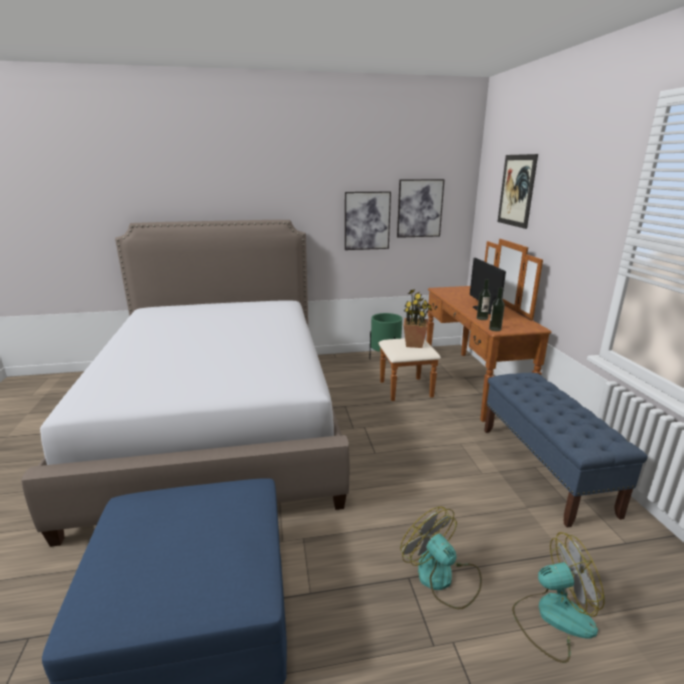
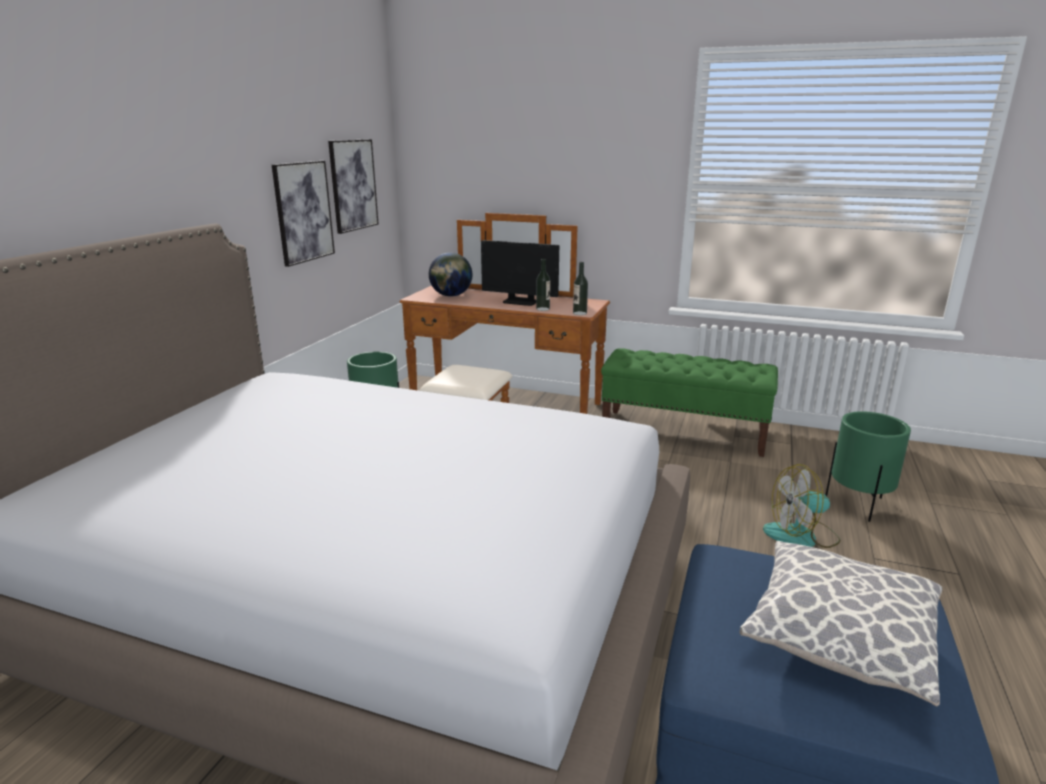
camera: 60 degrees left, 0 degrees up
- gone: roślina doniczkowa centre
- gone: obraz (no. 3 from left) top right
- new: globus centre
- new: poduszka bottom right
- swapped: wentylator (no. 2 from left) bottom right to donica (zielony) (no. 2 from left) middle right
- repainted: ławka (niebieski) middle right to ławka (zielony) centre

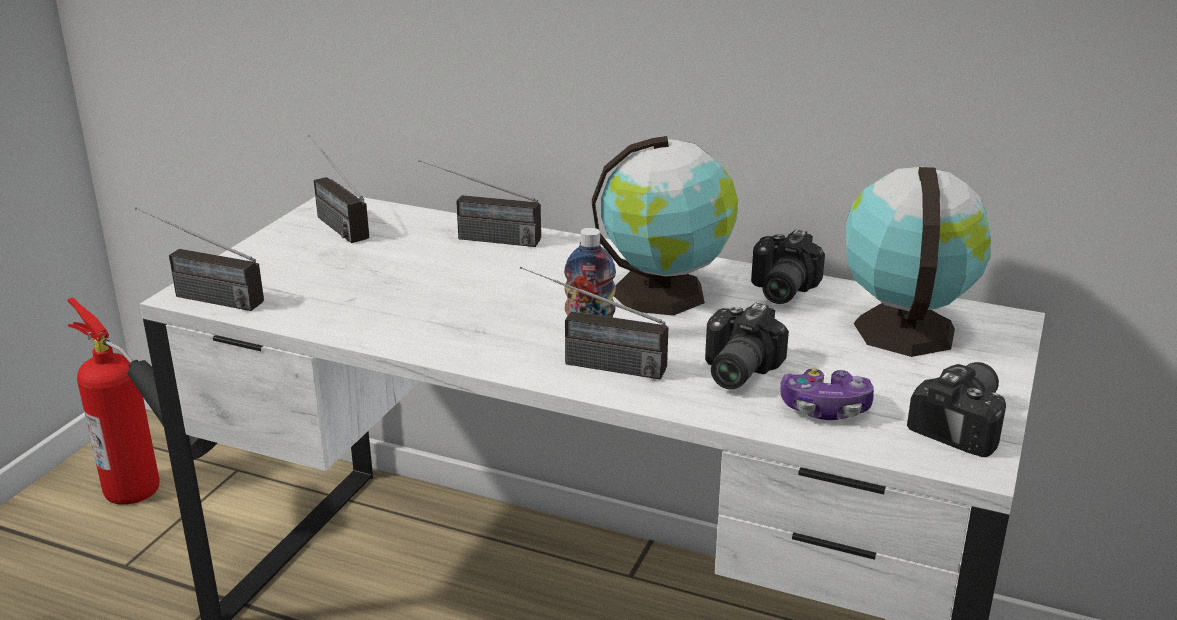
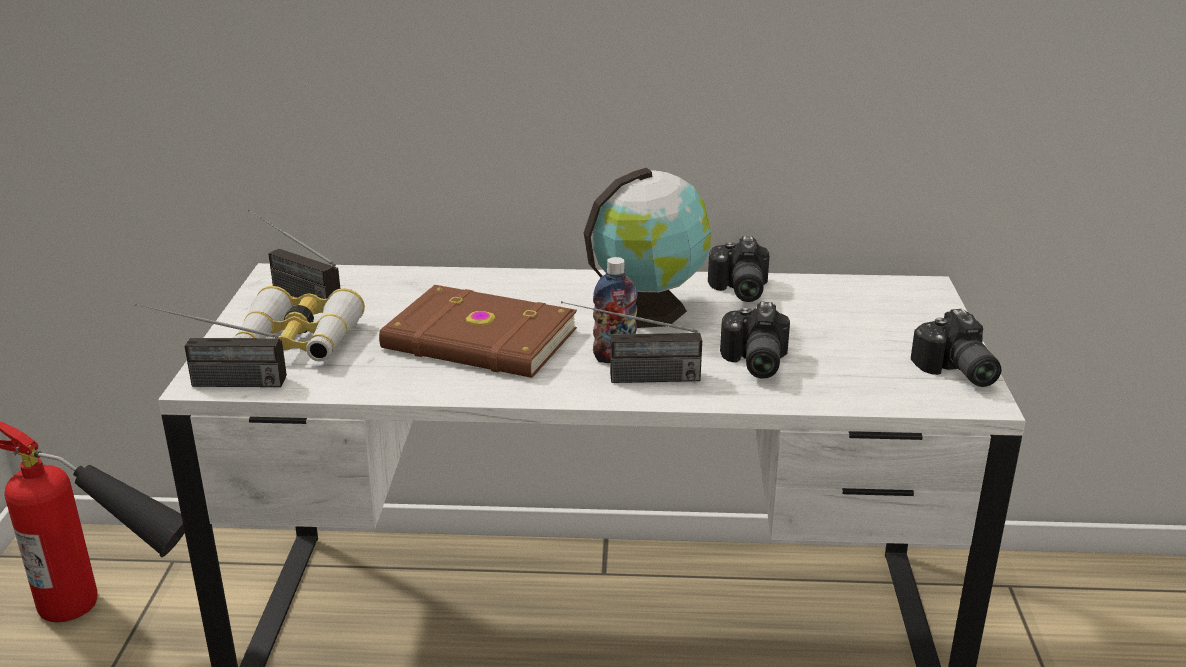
camera: 20 degrees left, 0 degrees up
- gone: radio (no. 3 from left) top centre
- gone: pad do gier middle right
- gone: globus (no. 2 from left) middle right
- new: lornetka middle left
- new: książka (brązowy) centre
- rotated: aparat fotograficzny (no. 3 from left) middle right = middle right 150 degrees clockwise

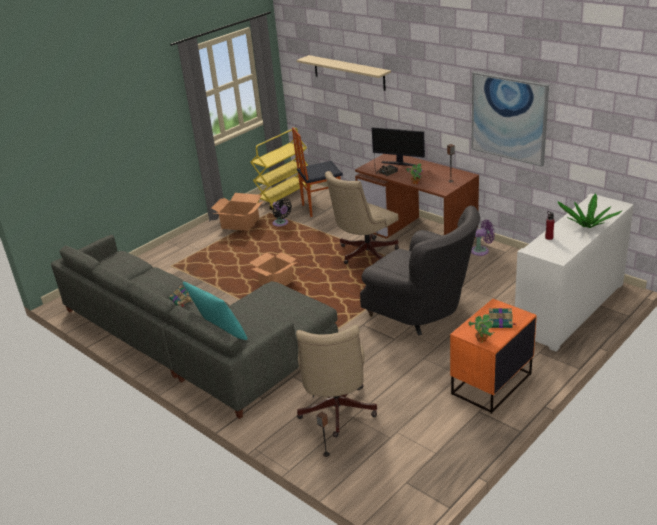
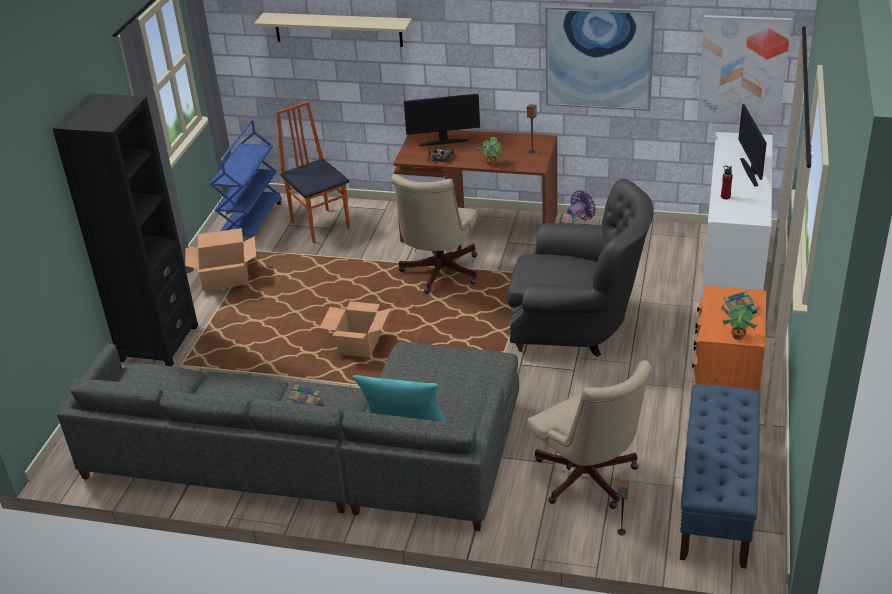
camera: 30 degrees left, 5 degrees up
- gone: wentylator (czarny) centre
- new: regał (czarny) middle left
- new: ławka (niebieski) bottom right
- new: obraz (no. 2 from left) top right
- swapped: roślina doniczkowa (no. 3 from left) middle right to monitor (no. 2 from left) top right
- repainted: wózek (żółty) top centre to wózek (niebieski) top left
- rotated: krzesło top centre = top centre 105 degrees clockwise

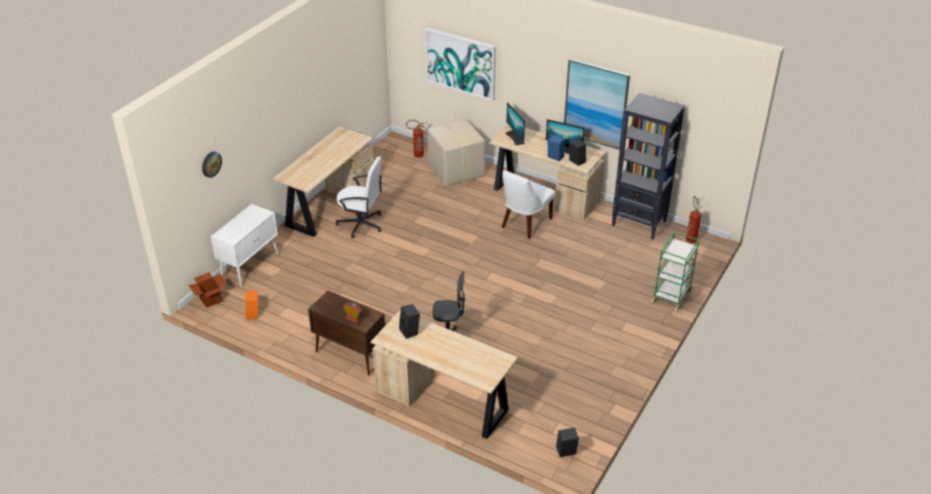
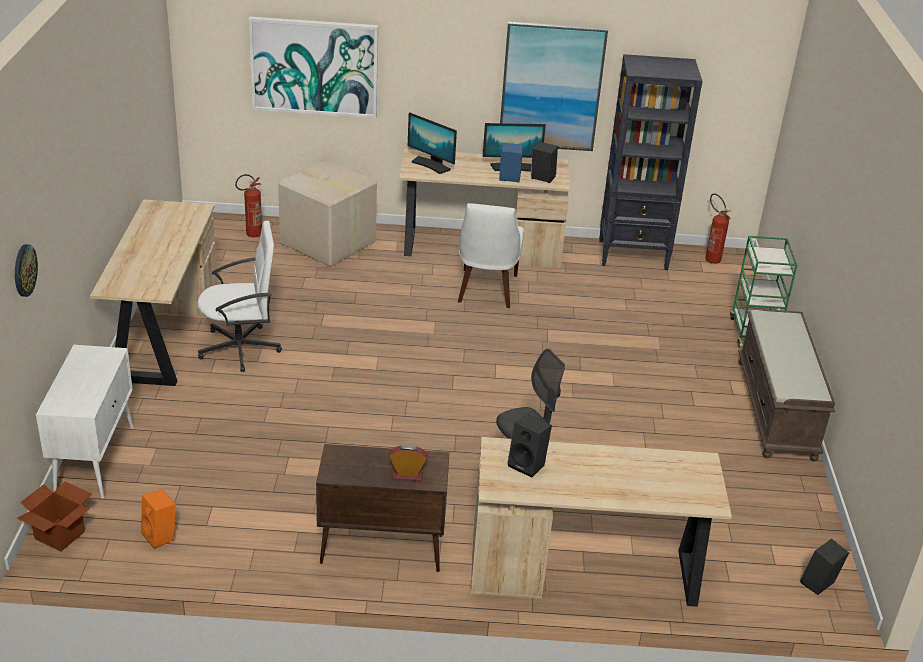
camera: 30 degrees left, 5 degrees down
- new: ławka (brązowy) middle right

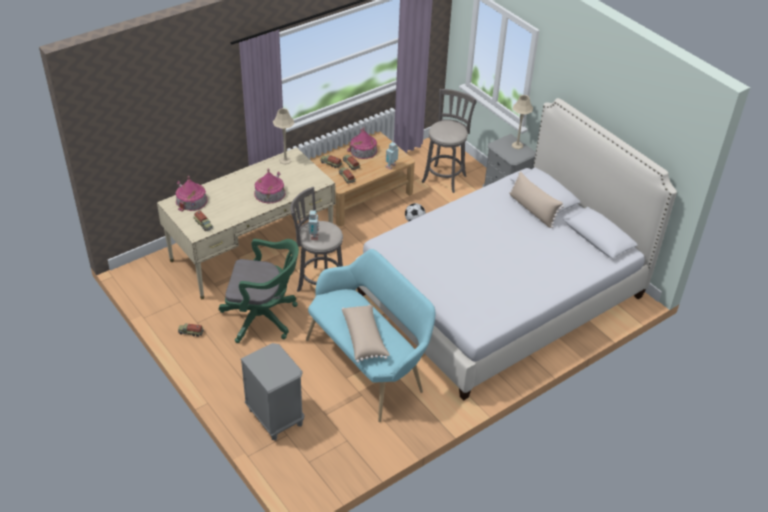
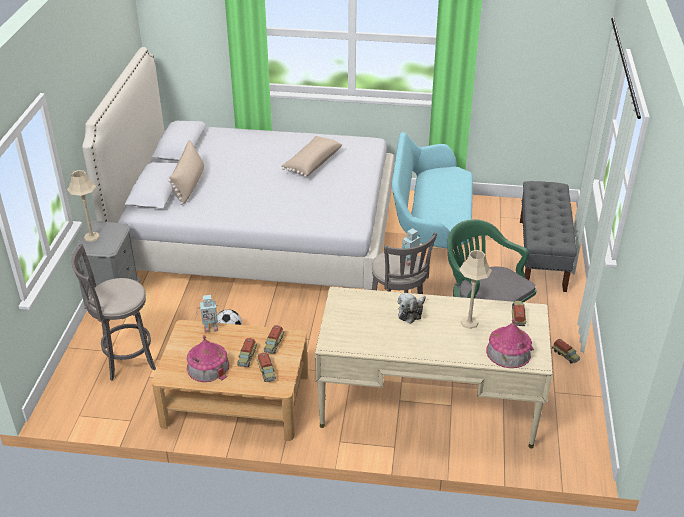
camera: 135 degrees left, 5 degrees down
- shifted: lampa stołowa (beżowy) (no. 1 from left in the first image) top centre to lampa stołowa (beżowy) (no. 2 from left) middle right
- shifted: poduszka (beżowy) (no. 1 from left in the first image) centre to poduszka (beżowy) (no. 2 from left) top centre
- swapped: szafka nocna (szary) (no. 1 from left) bottom centre to ławka (szary) middle right
- swapped: domek (no. 2 from left) centre to pluszak centre

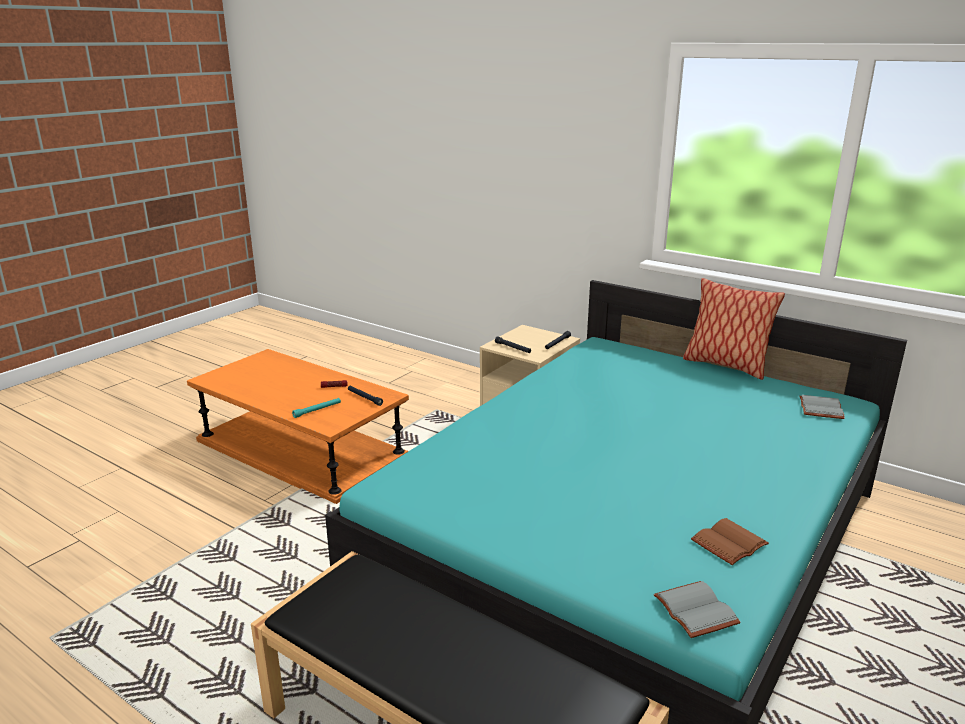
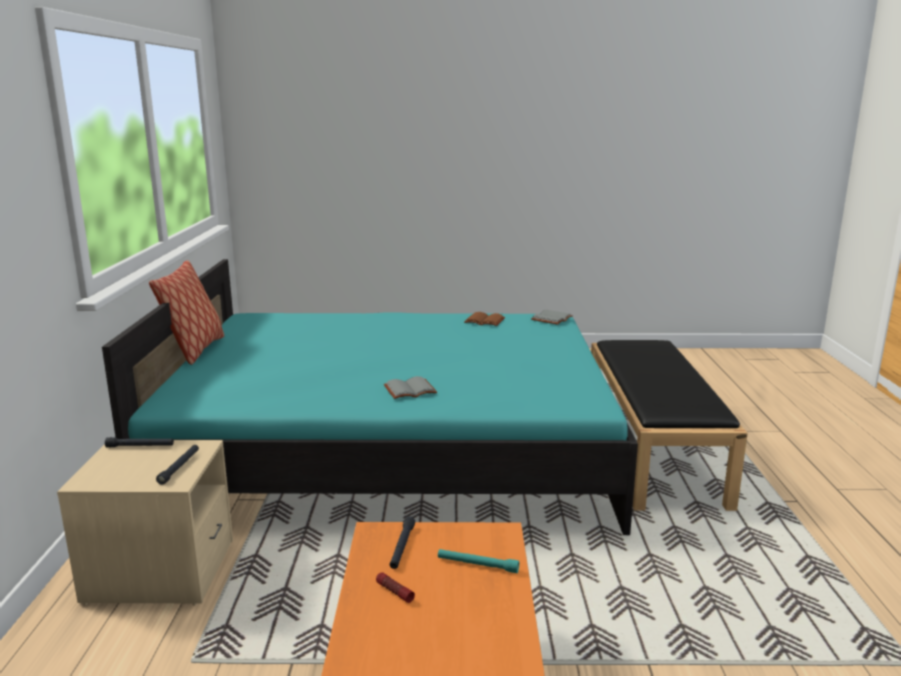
camera: 125 degrees left, 5 degrees down
- shifted: książka (szary) (no. 2 from left in the first image) middle right to książka (szary) (no. 1 from left) centre

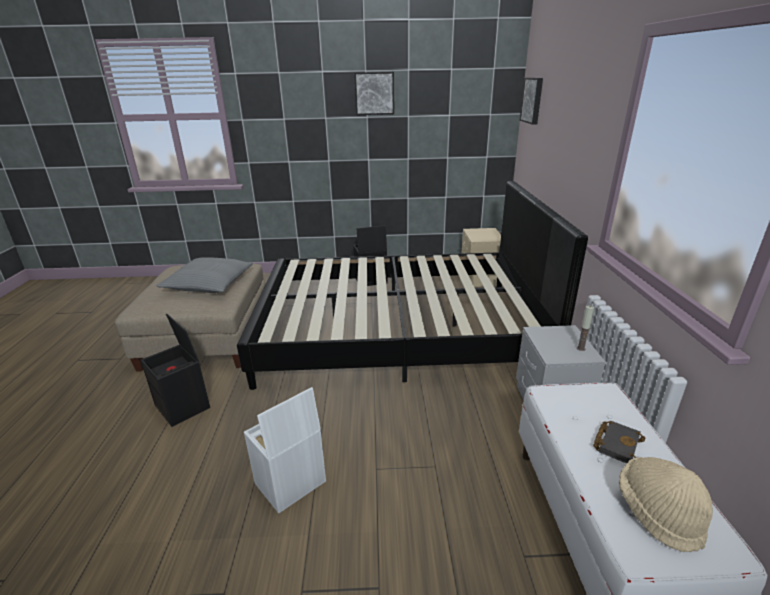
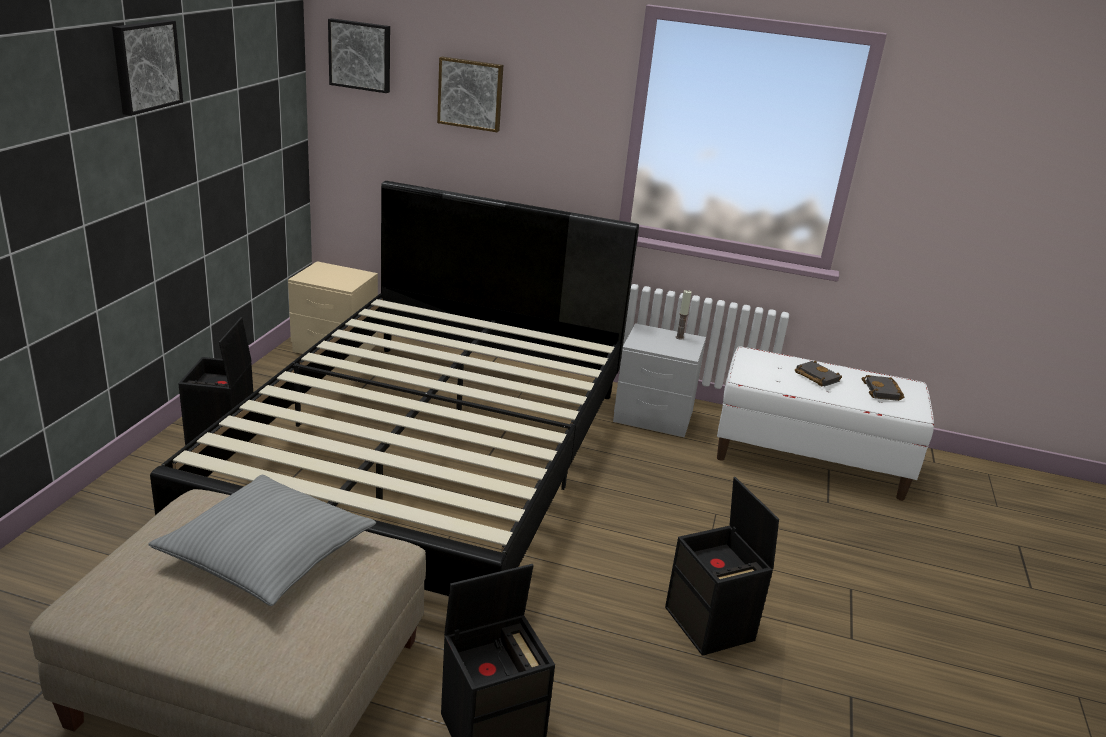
camera: 75 degrees left, 0 degrees up
- new: obraz (no. 3 from left) top centre
- swapped: kapelusz (beżowy) bottom right to książka (czarny) (no. 2 from left) middle right
- repainted: pojemnik do przechowywania (biały) bottom centre to pojemnik do przechowywania (czarny) (no. 3 from left) bottom centre

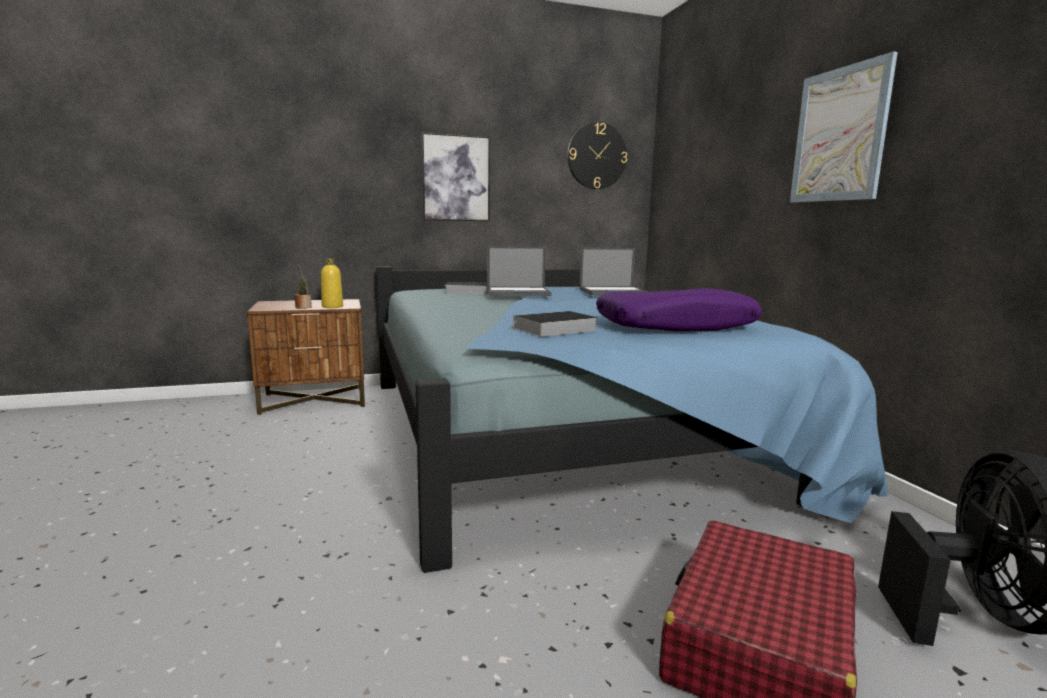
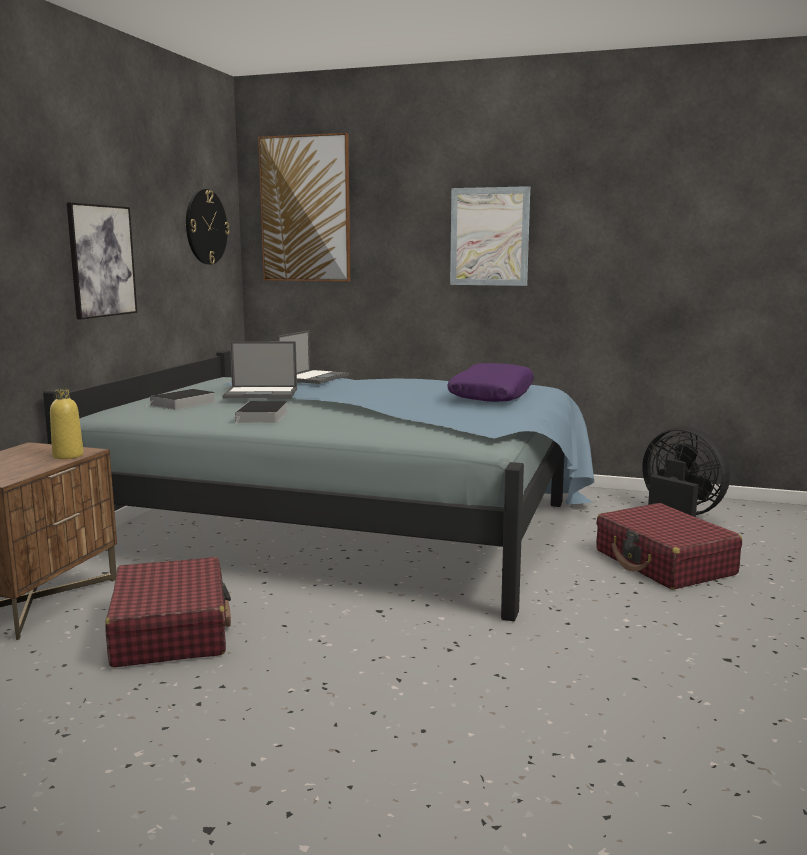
camera: 55 degrees left, 0 degrees up
- gone: roślina doniczkowa middle left
- new: walizka (czerwony) (no. 1 from left) bottom left
- new: obraz (no. 2 from left) top centre
- shifted: książka (no. 2 from left) centre to middle left
- rotated: laptop (no. 1 from left) centre = middle left 60 degrees clockwise

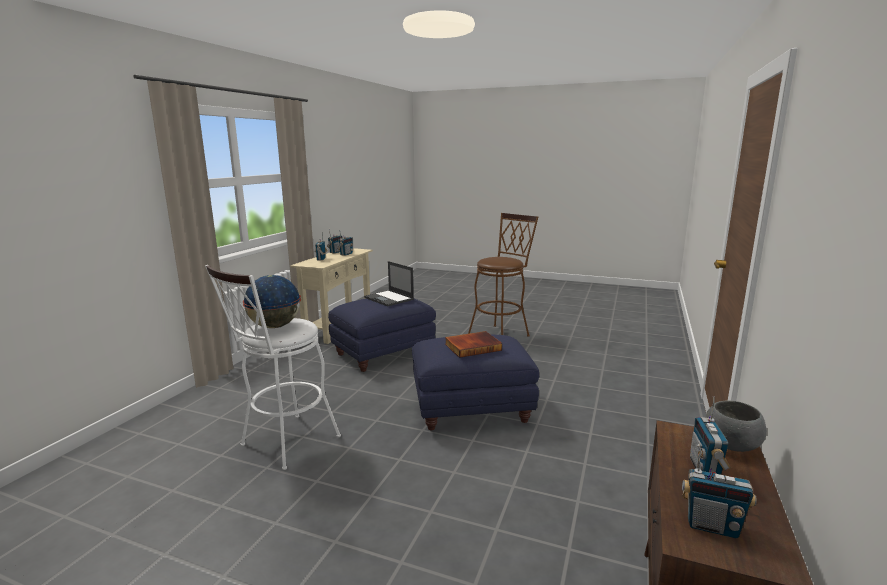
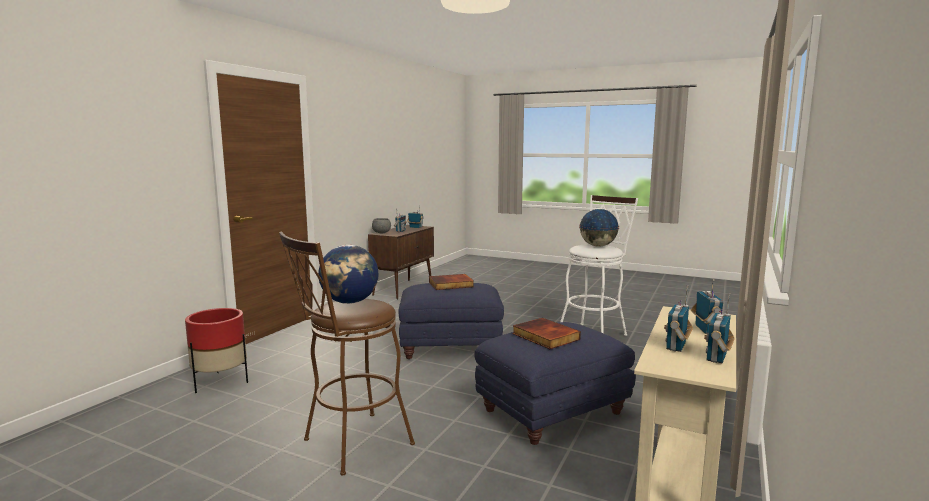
camera: 175 degrees left, 5 degrees down
- new: donica (czerwony) bottom left
- new: globus (no. 1 from left) centre
- swapped: laptop centre to książka (no. 2 from left) centre

